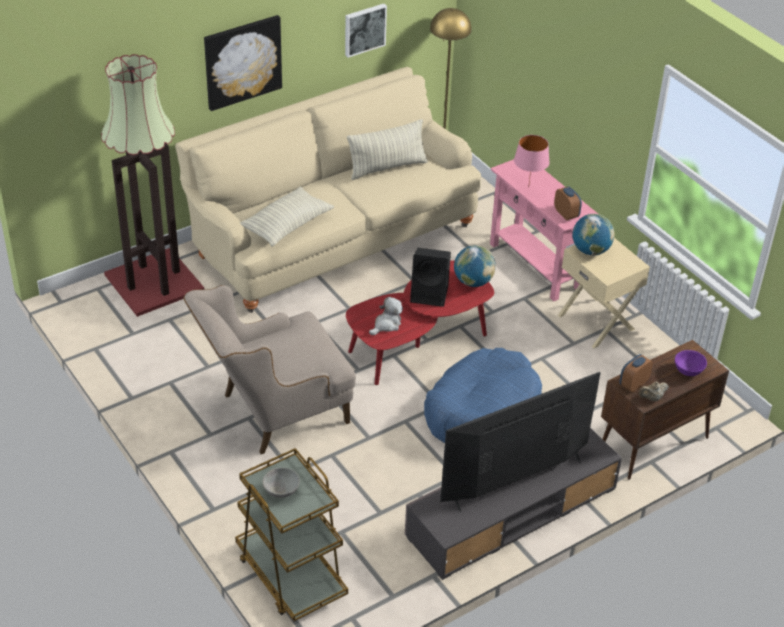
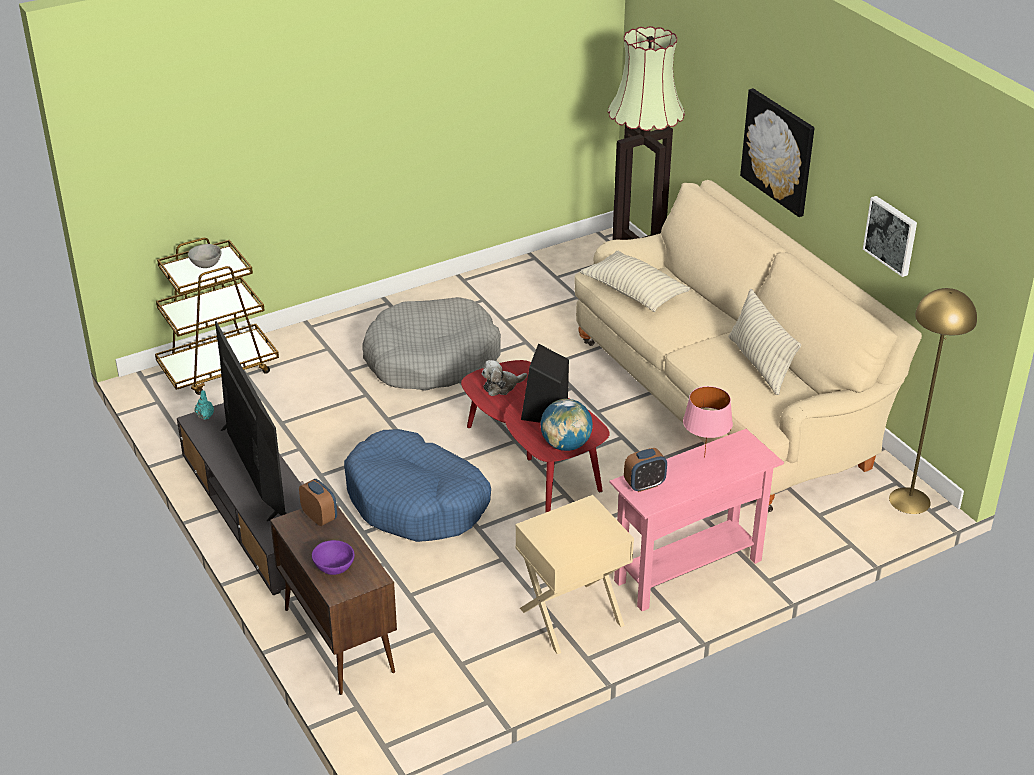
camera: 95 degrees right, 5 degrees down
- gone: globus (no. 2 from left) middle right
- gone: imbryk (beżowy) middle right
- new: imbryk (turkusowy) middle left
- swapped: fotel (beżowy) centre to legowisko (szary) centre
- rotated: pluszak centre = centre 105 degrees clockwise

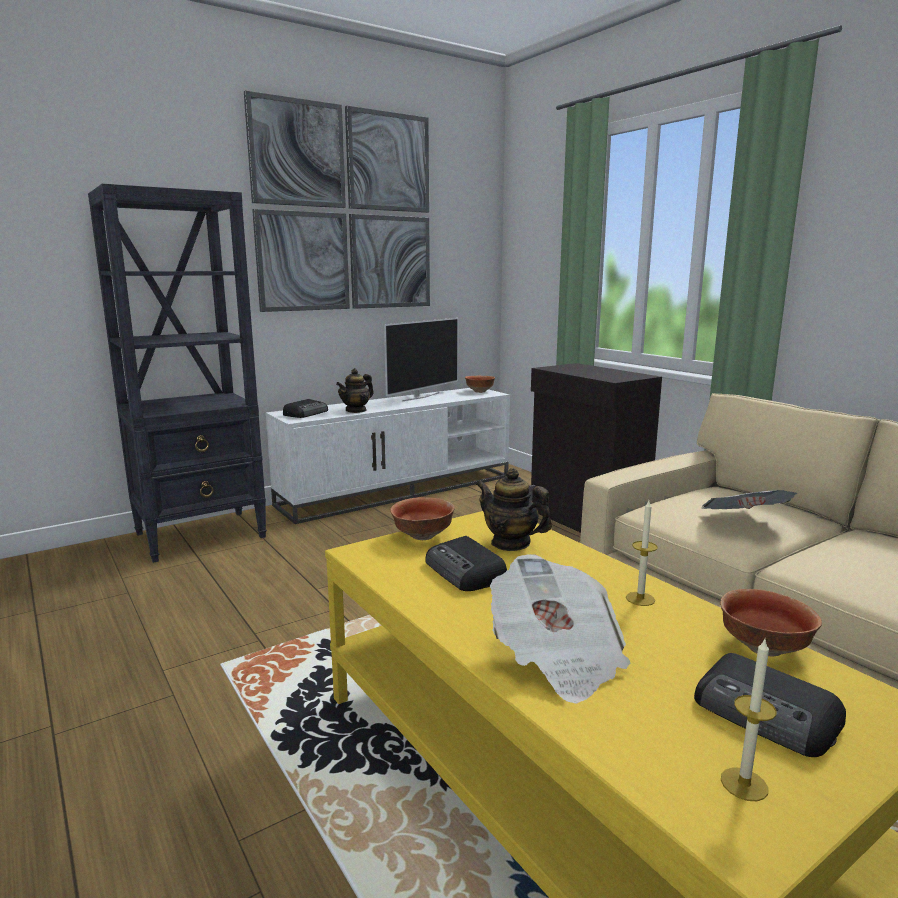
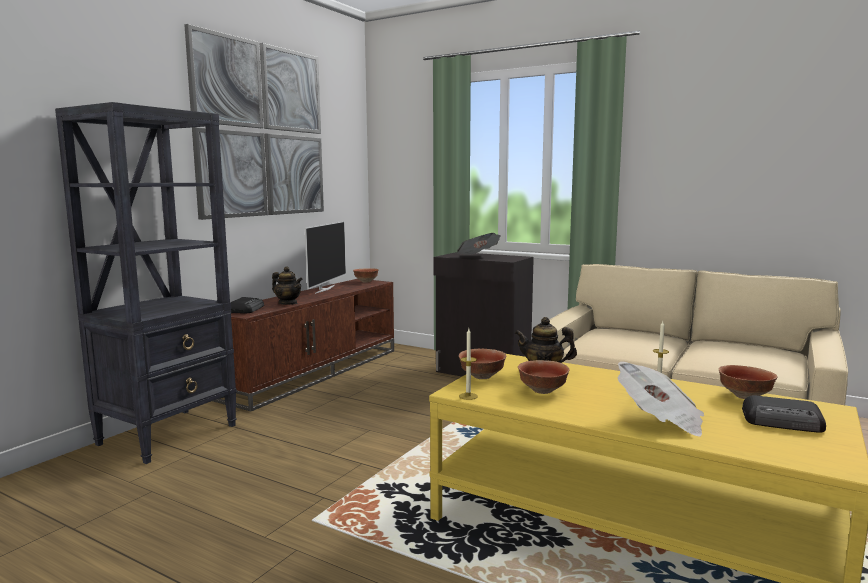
camera: 25 degrees left, 5 degrees down
- shifted: gazeta (no. 2 from left in the first image) middle right to gazeta (no. 1 from left) centre
- shifted: świeca (no. 2 from left in the first image) bottom right to świeca (no. 1 from left) centre
- swapped: radio (no. 2 from left) centre to miska (no. 3 from left) centre
- repainted: szafka pod telewizor (biały) centre to szafka pod telewizor (brązowy) centre
- rotated: imbryk (no. 1 from left) centre = middle left 75 degrees counterclockwise

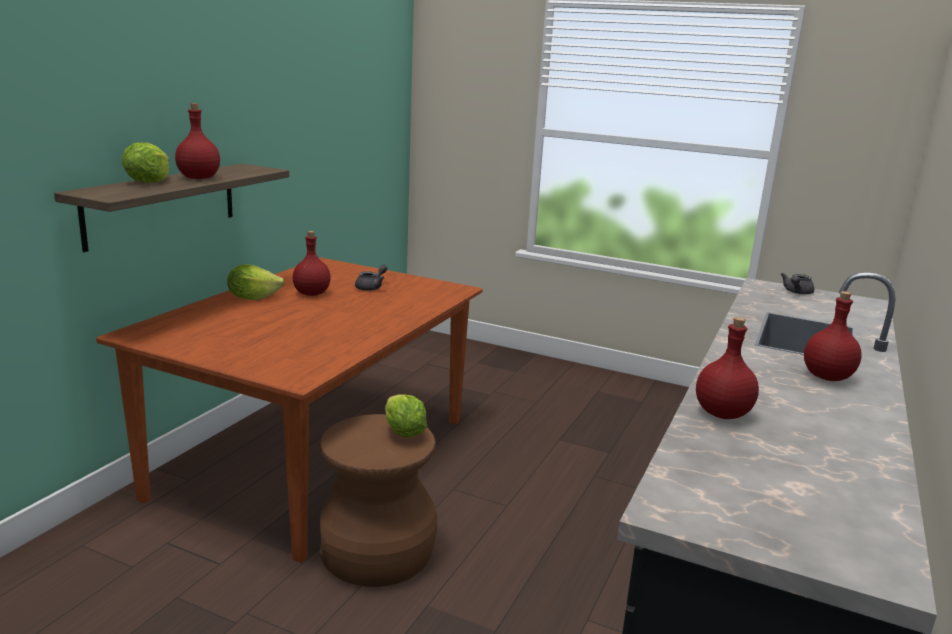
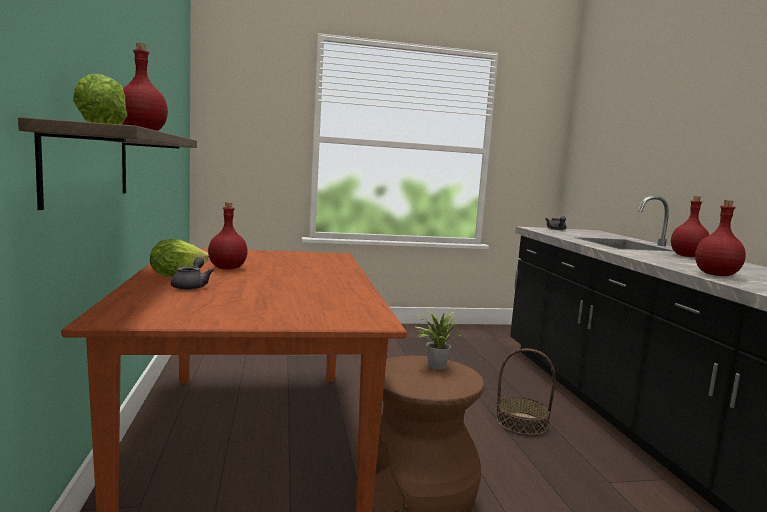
camera: 35 degrees left, 10 degrees down
- new: koszyk bottom right
- shifted: imbryk (szary) (no. 1 from left) centre to middle left
- swapped: sałata (no. 3 from left) centre to roślina doniczkowa centre

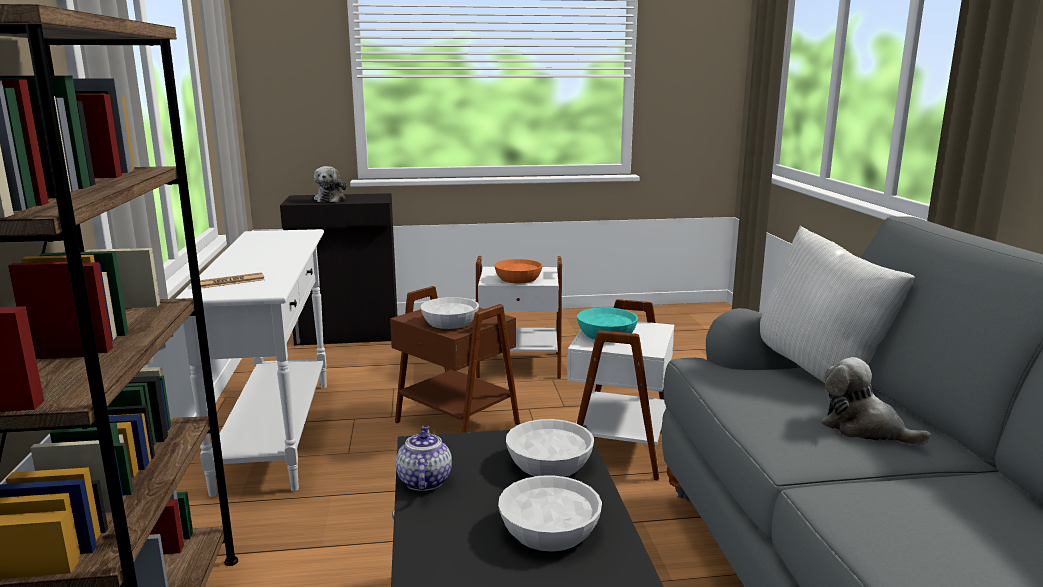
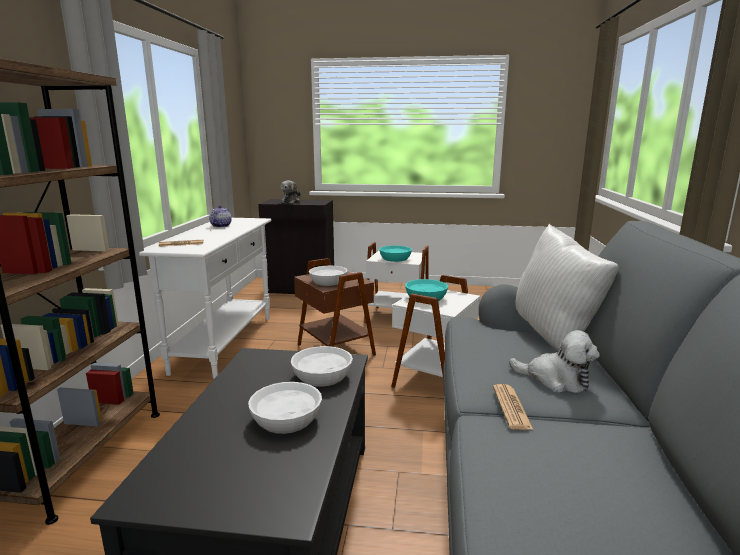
camera: 15 degrees right, 0 degrees up
- new: gazeta (no. 2 from left) bottom right
- shifted: imbryk bottom centre to middle left
- repainted: miska (pomarańczowy) centre to miska (turkusowy) (no. 1 from left) centre
- rotated: pluszak (no. 2 from left) bottom right = middle right 150 degrees clockwise

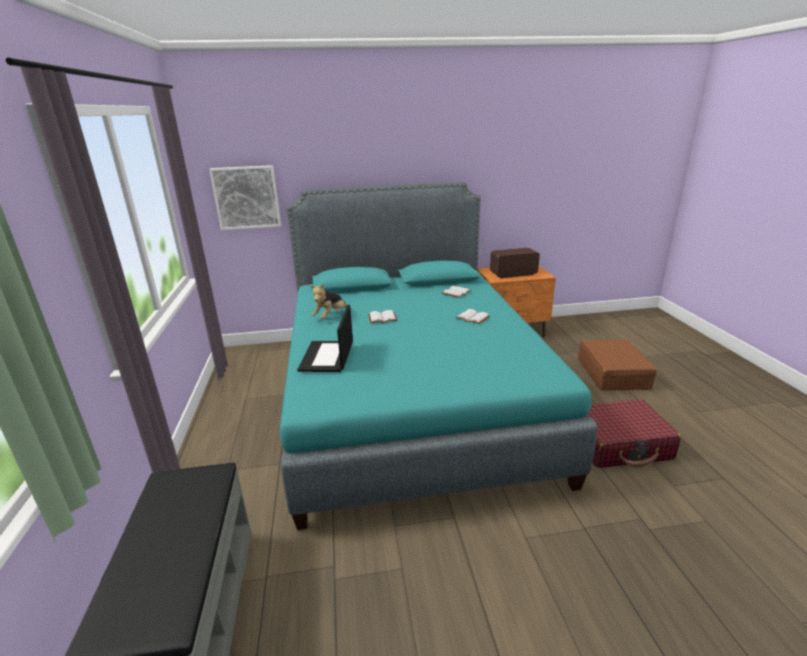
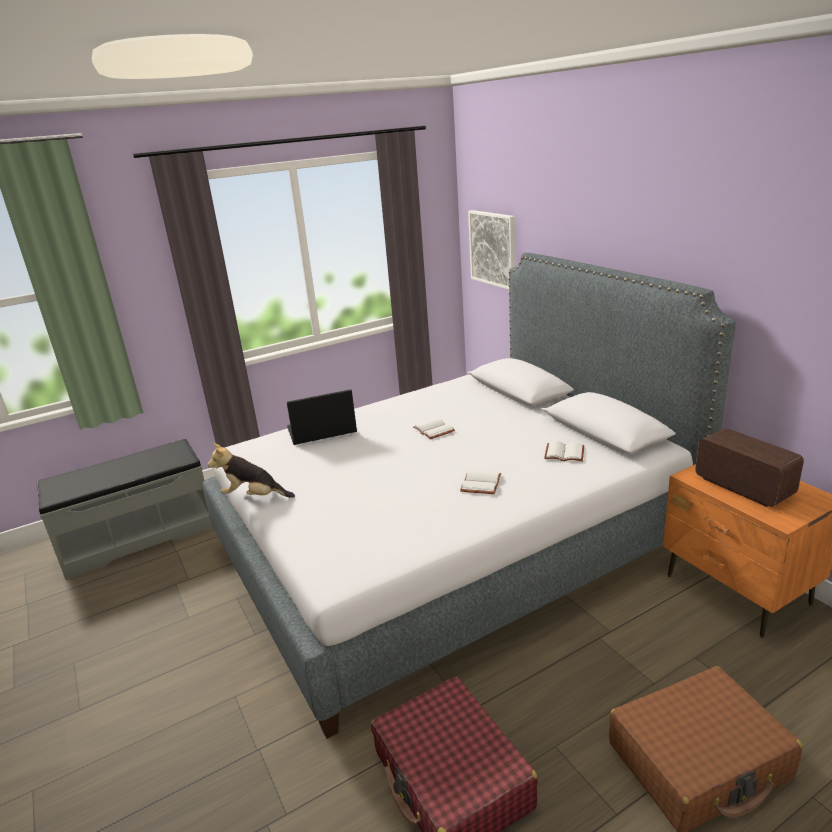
camera: 70 degrees right, 0 degrees up
- shifted: pluszak centre to middle left
- repainted: łóżko (turkusowy) centre to łóżko (szary) centre

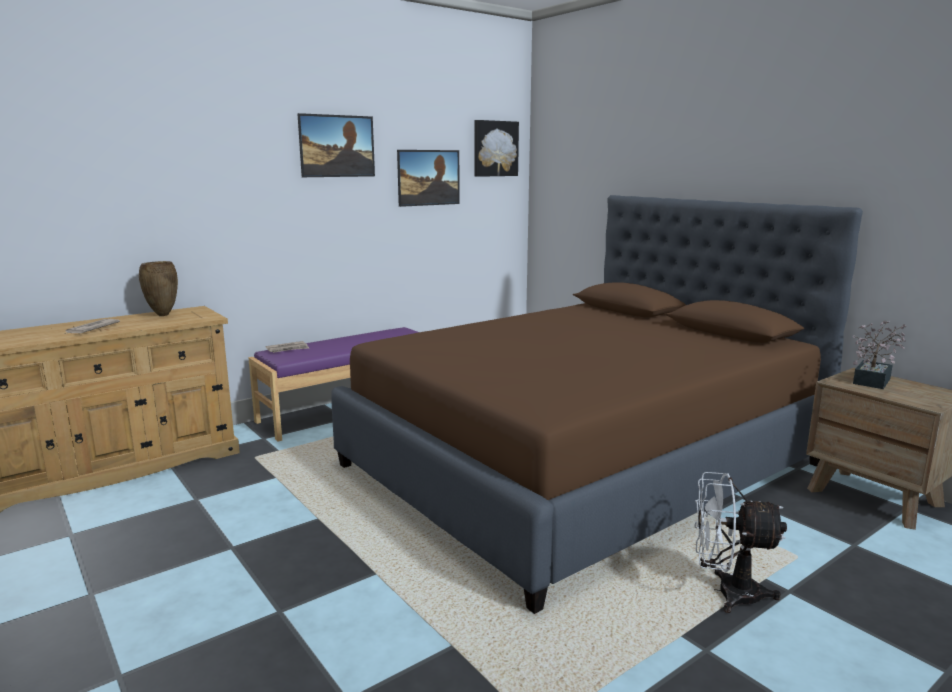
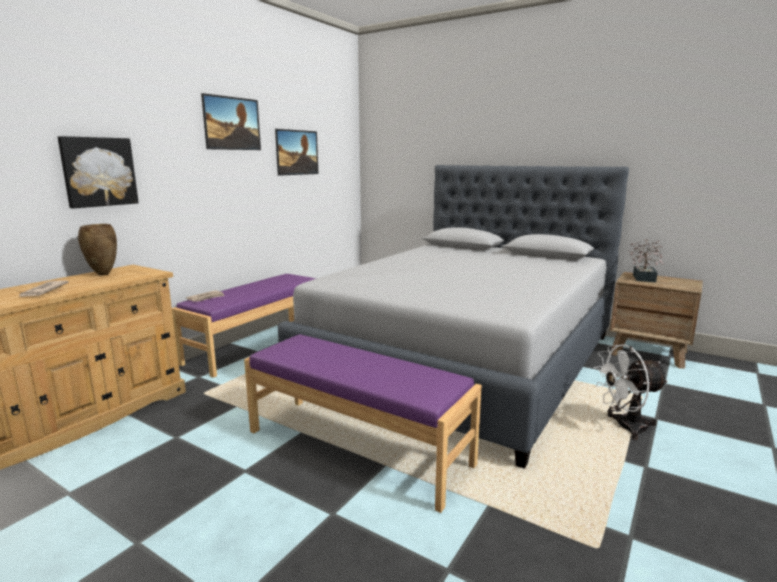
camera: 20 degrees left, 0 degrees up
- new: ławka (fioletowy) (no. 2 from left) bottom centre
- shifted: obraz (no. 3 from left in the first image) top centre to obraz (no. 1 from left) top left
- repainted: łóżko (brązowy) centre to łóżko (szary) centre

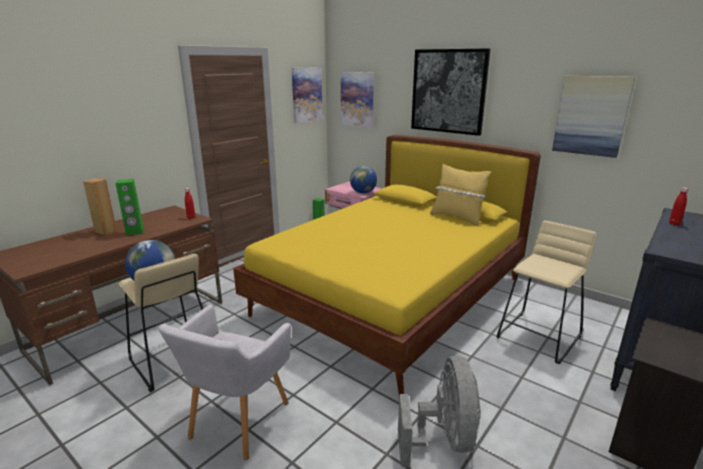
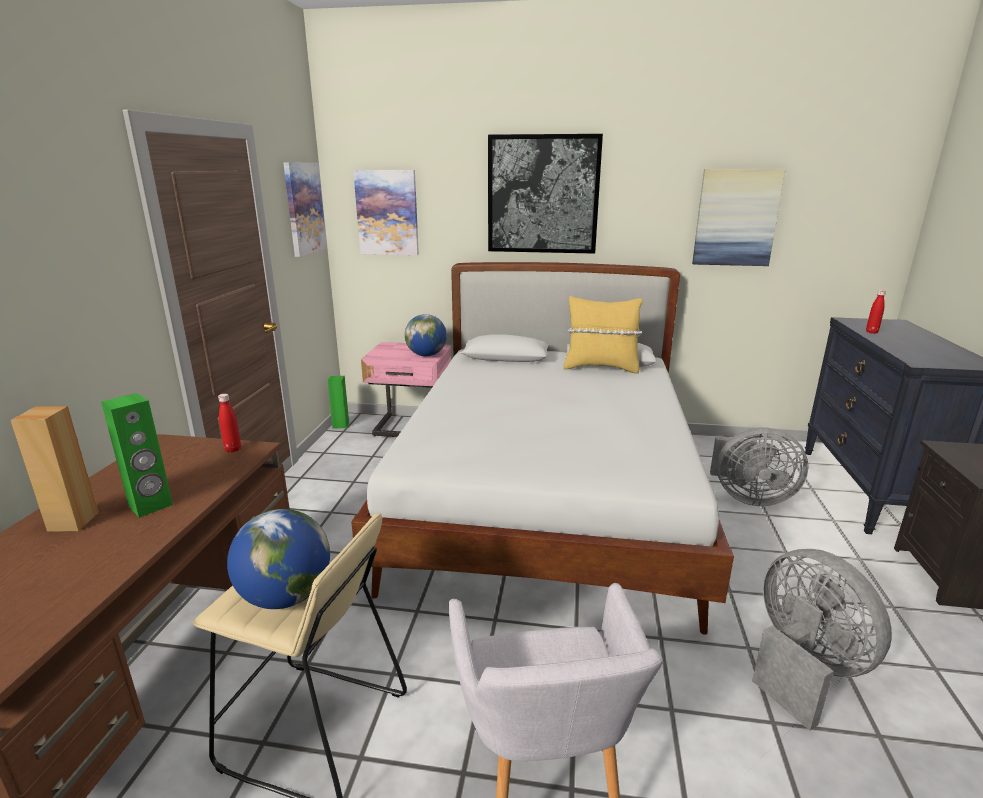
camera: 30 degrees left, 0 degrees up
- swapped: stołek (beżowy) (no. 2 from left) middle right to wentylator (szary) (no. 1 from left) middle right
- repainted: łóżko (żółty) centre to łóżko (biały) centre

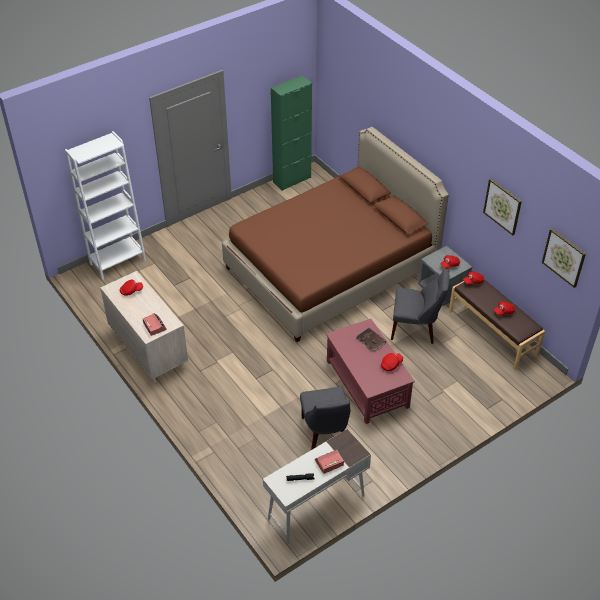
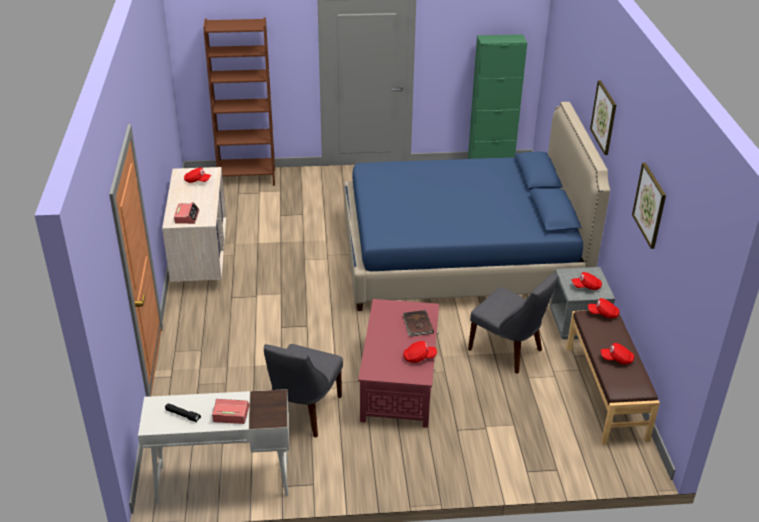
camera: 30 degrees right, 10 degrees down
- shifted: obraz (no. 2 from left in the first image) middle right to obraz (no. 1 from left) top right
- repainted: regał (biały) middle left to regał (brązowy) top left
- repainted: łóżko (brązowy) centre to łóżko (niebieski) centre

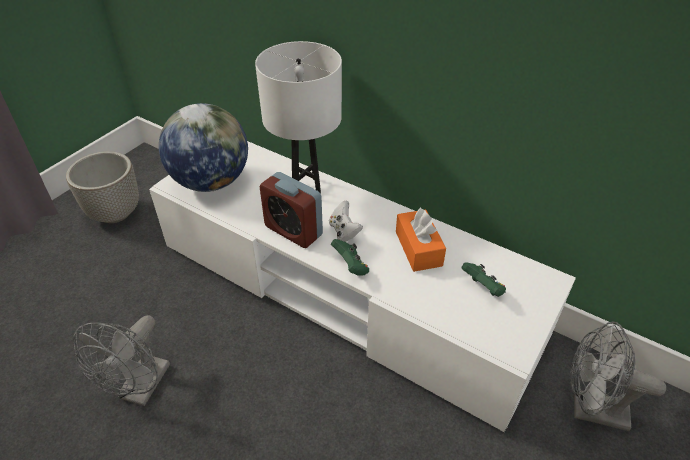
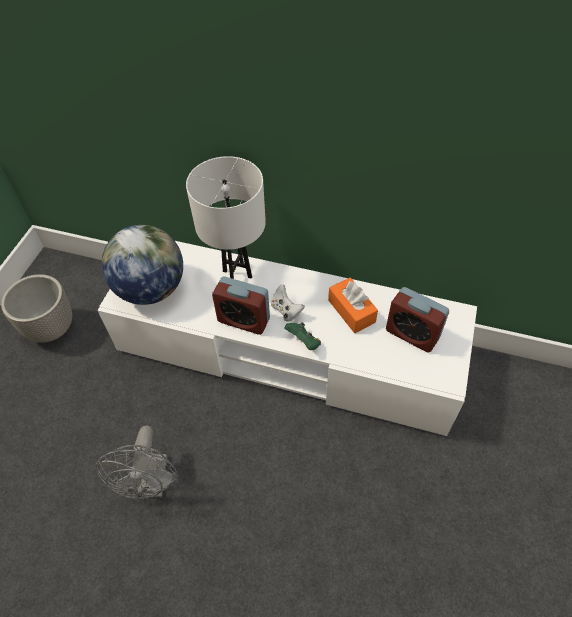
camera: 15 degrees left, 10 degrees up
- gone: wentylator (szary) (no. 2 from left) bottom right
- swapped: pad do gier (zielony) (no. 2 from left) middle right to budzik (no. 2 from left) middle right

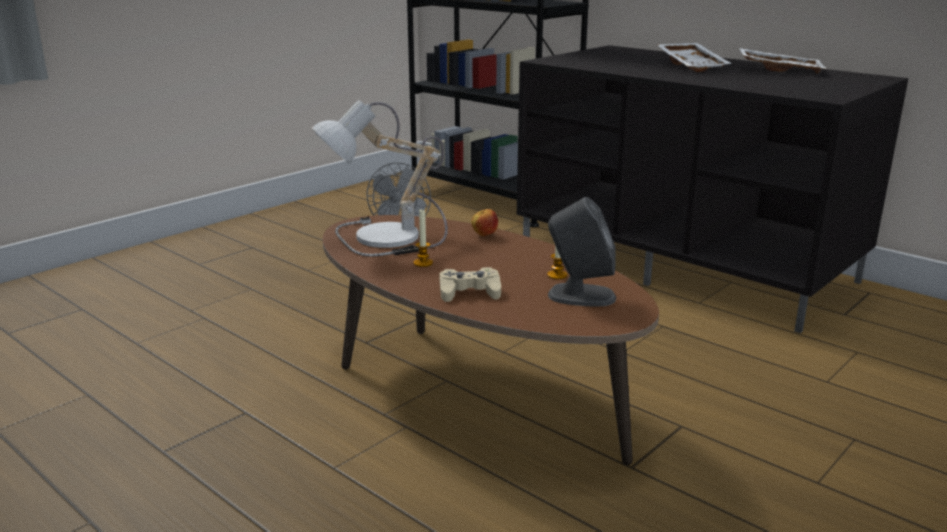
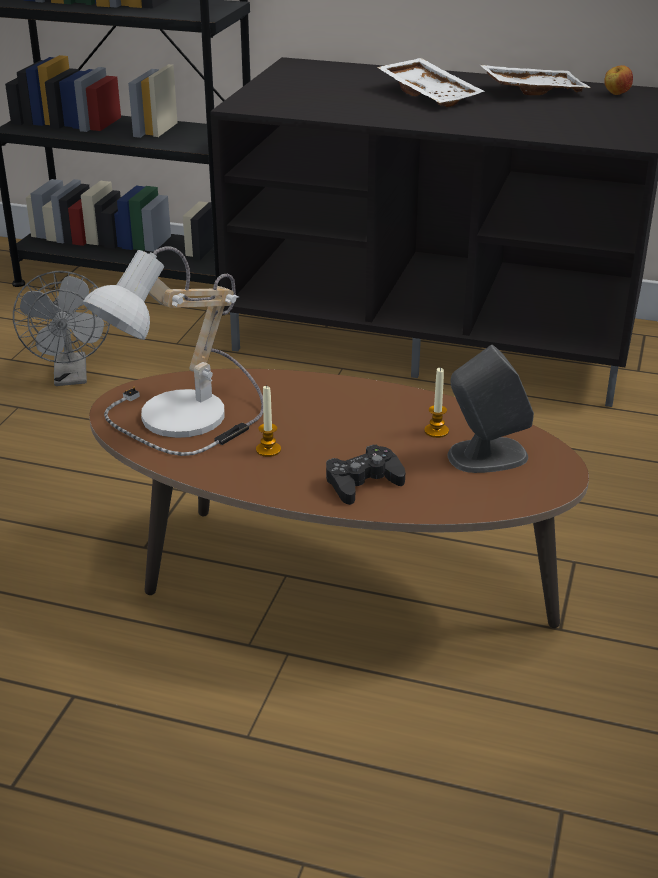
camera: 25 degrees left, 10 degrees up
- shifted: jabłko centre to top right
- repainted: pad do gier (beżowy) centre to pad do gier (czarny) centre

